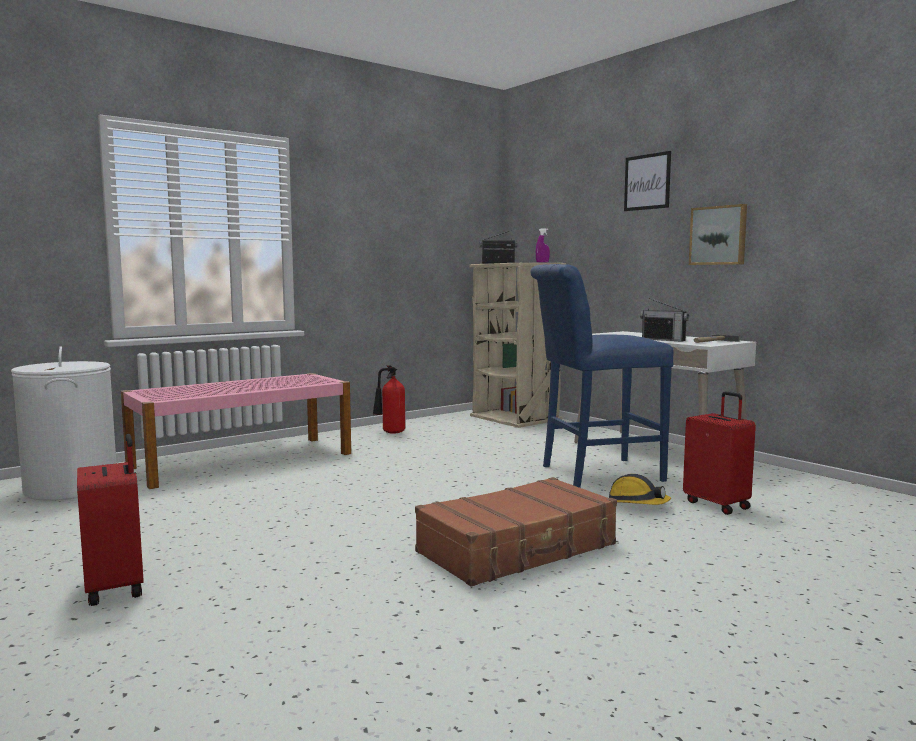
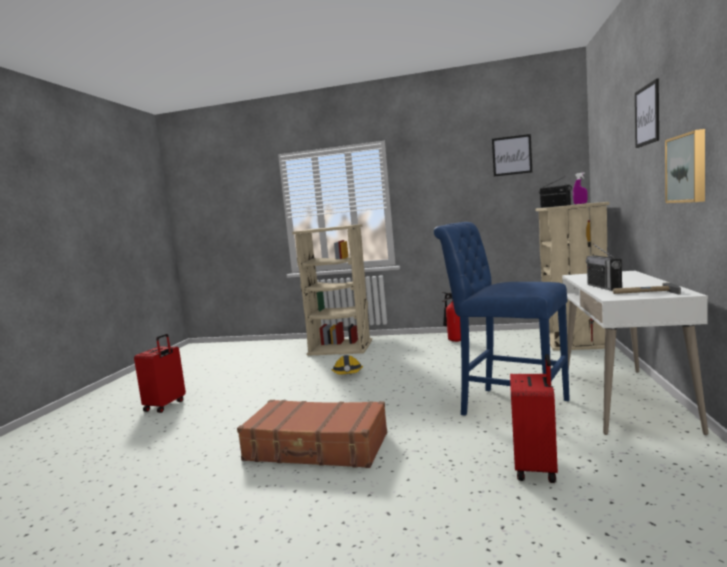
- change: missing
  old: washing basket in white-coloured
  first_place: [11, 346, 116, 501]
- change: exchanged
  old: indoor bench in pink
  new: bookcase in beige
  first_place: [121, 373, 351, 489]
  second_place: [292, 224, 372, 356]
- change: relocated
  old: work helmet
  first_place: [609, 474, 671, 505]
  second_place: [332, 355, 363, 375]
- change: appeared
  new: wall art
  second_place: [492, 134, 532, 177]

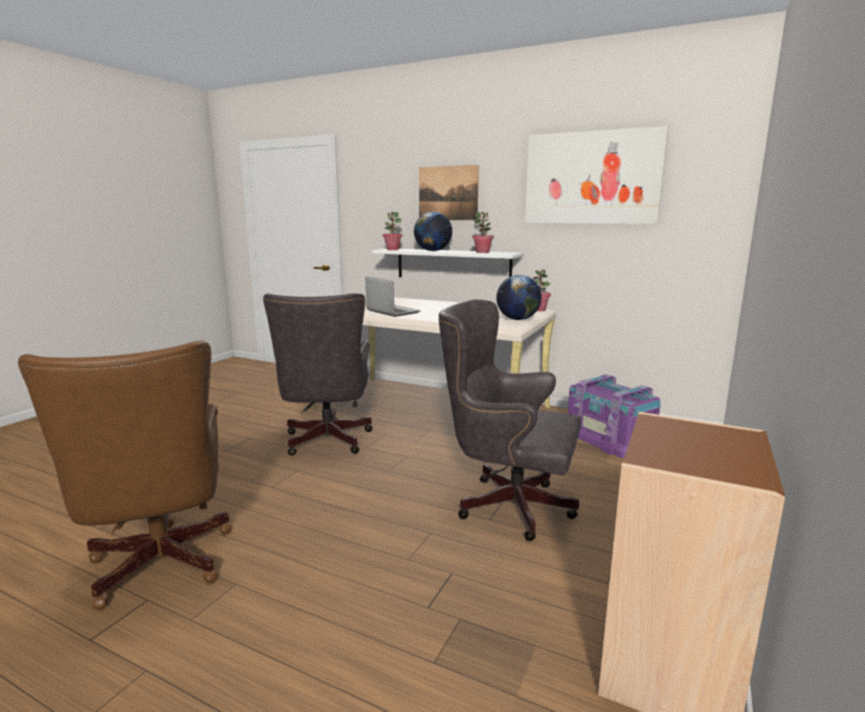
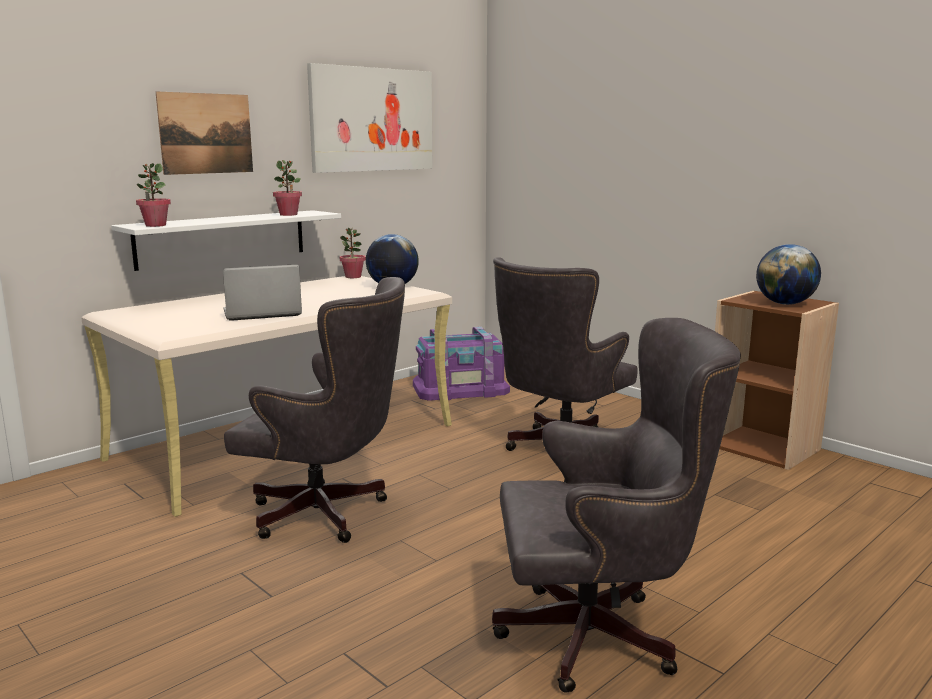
- change: relocated
  old: desk globe
  first_place: [414, 212, 452, 251]
  second_place: [756, 244, 821, 305]
- change: colour
  old: computer chair in brown
  new: computer chair in greyish
  first_place: [18, 341, 231, 610]
  second_place: [492, 318, 741, 693]

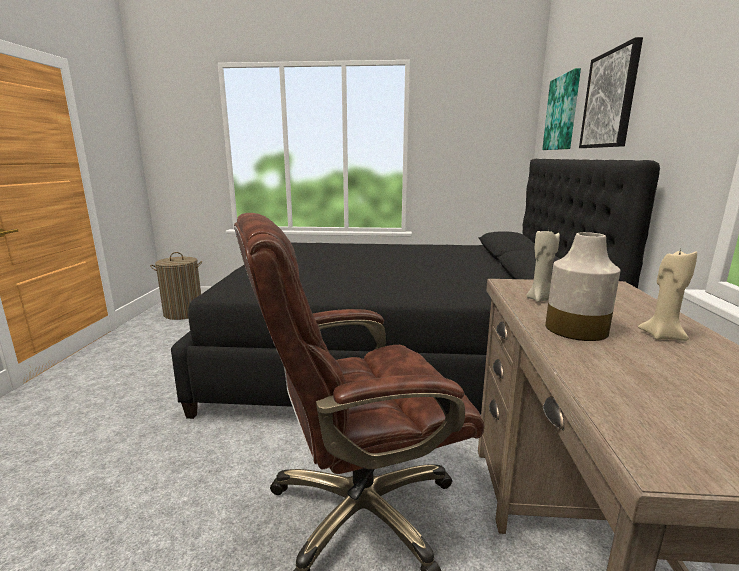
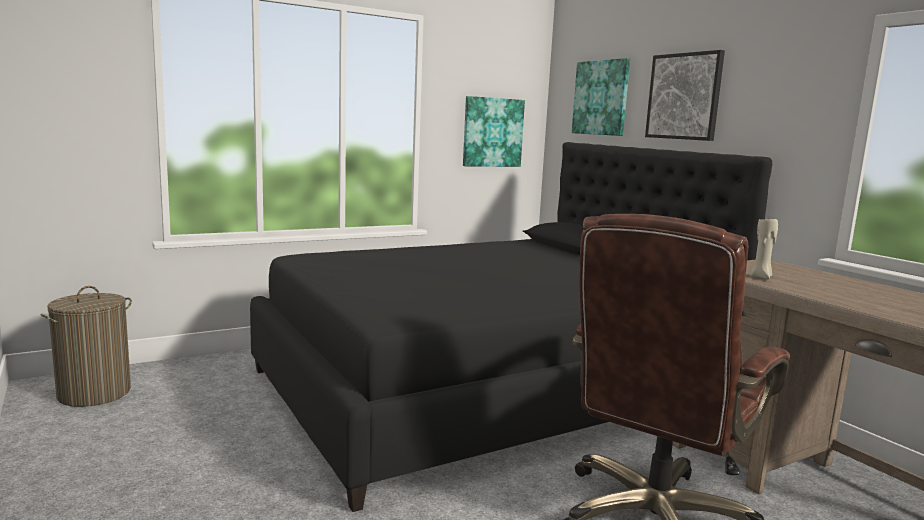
- change: missing
  old: flower vase in beige
  first_place: [545, 232, 620, 341]
- change: missing
  old: candle in beige
  first_place: [638, 249, 697, 341]
- change: appeared
  new: wall art
  second_place: [463, 96, 525, 167]

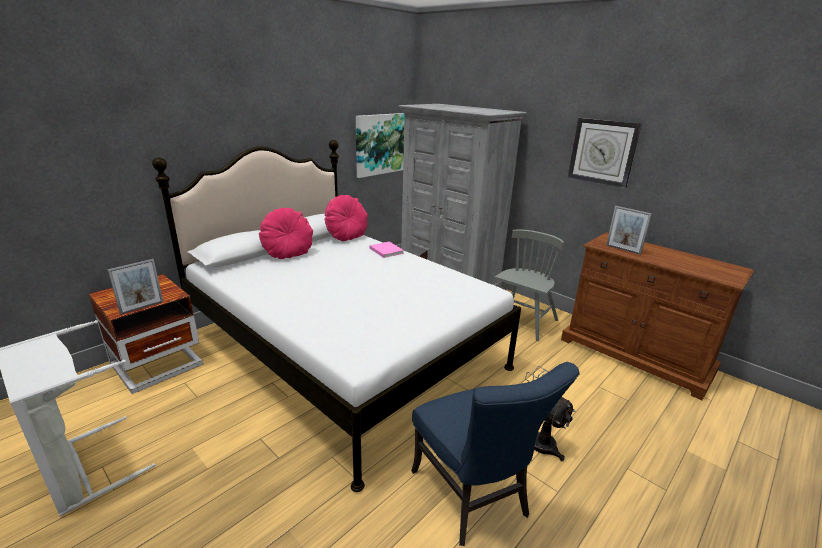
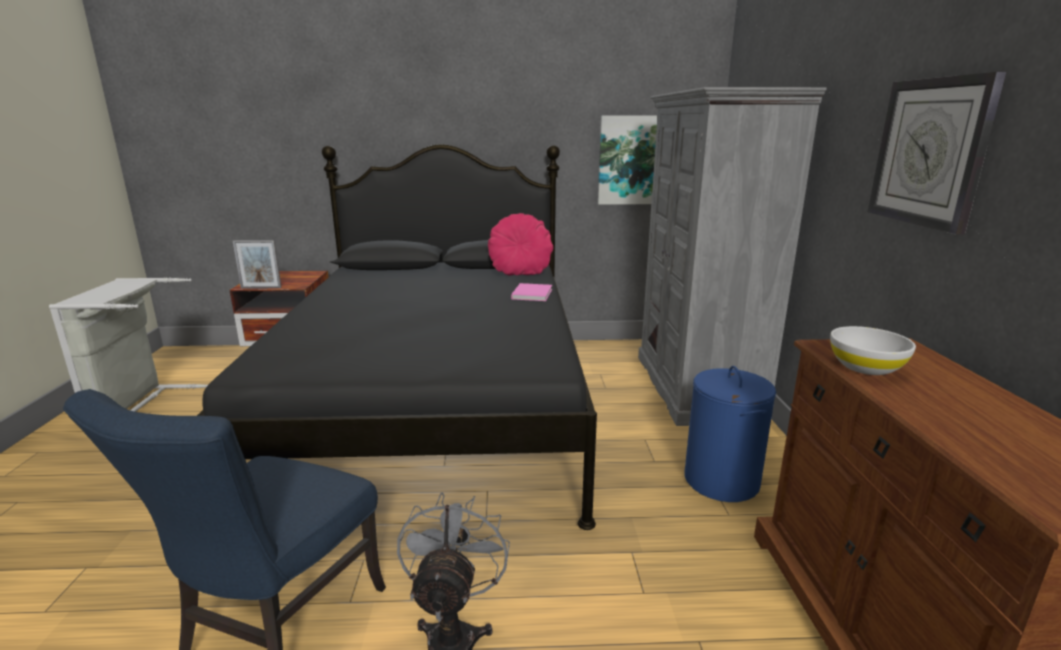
- change: colour
  old: bedroom bed in white-coloured
  new: bedroom bed in black
  first_place: [152, 140, 521, 492]
  second_place: [197, 144, 597, 530]
- change: exchanged
  old: picture frame
  new: bowl in white-coloured
  first_place: [606, 206, 652, 255]
  second_place: [830, 326, 916, 375]
- change: missing
  old: cushion in pink
  first_place: [259, 208, 313, 259]
- change: exchanged
  old: upright chair in greyish
  new: washing basket in blue
  first_place: [495, 230, 564, 341]
  second_place: [685, 366, 776, 502]

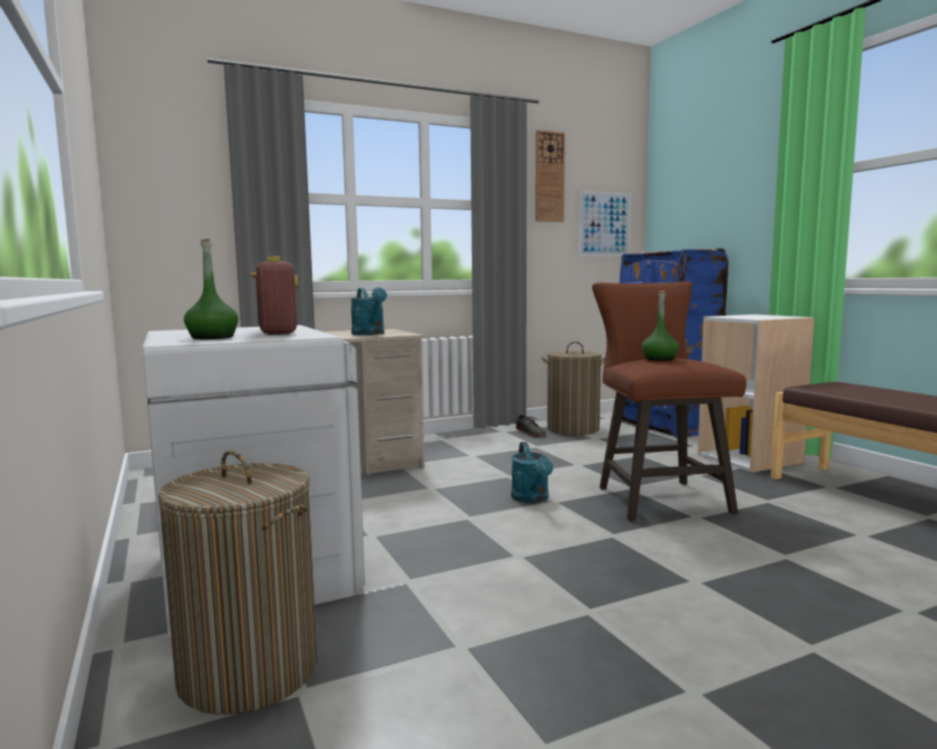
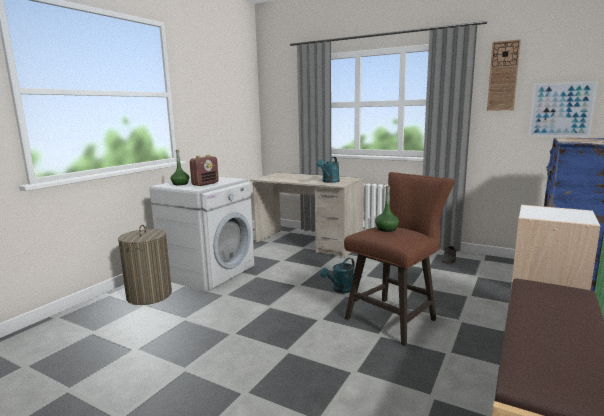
- change: missing
  old: washing basket
  first_place: [541, 341, 605, 435]

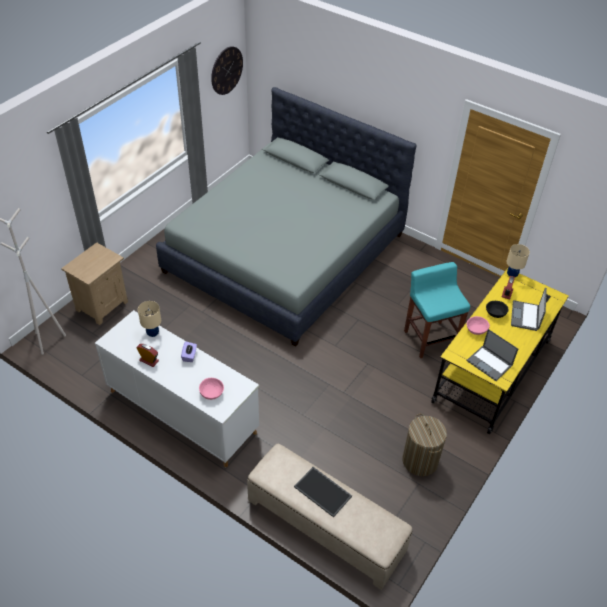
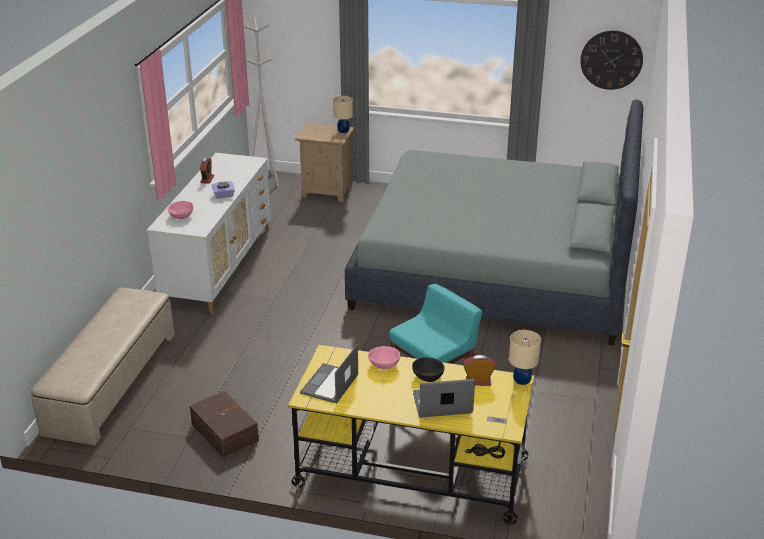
- change: relocated
  old: tabletop lamp in beige
  first_place: [138, 301, 161, 337]
  second_place: [333, 96, 353, 133]
- change: exchanged
  old: washing basket
  new: storage bin in brown
  first_place: [403, 414, 447, 476]
  second_place: [190, 391, 259, 458]
- change: missing
  old: tray
  first_place: [294, 467, 352, 518]

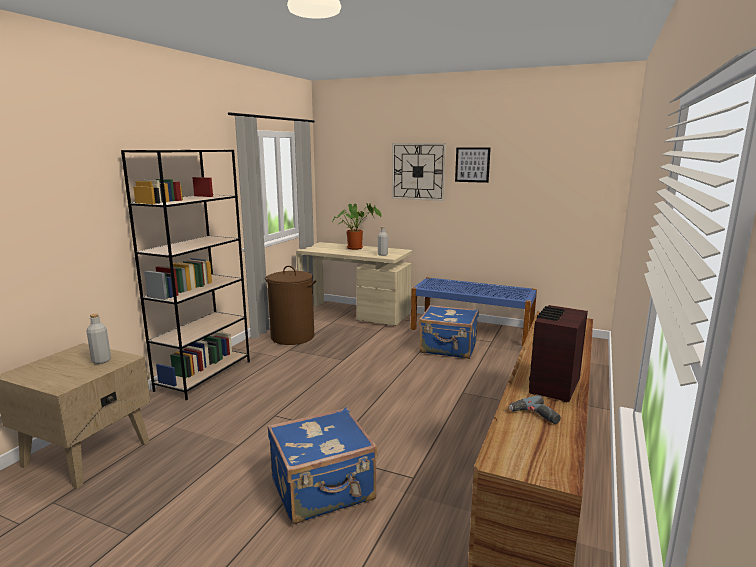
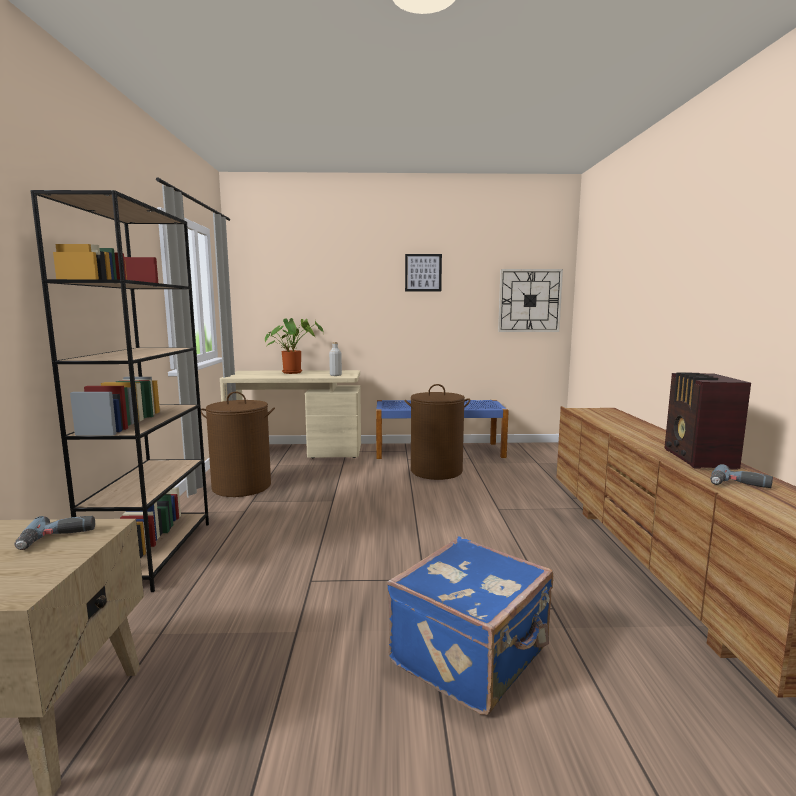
- change: relocated
  old: wall clock
  first_place: [392, 143, 446, 201]
  second_place: [498, 269, 563, 332]
- change: exchanged
  old: piece of luggage in blue
  new: washing basket in brown
  first_place: [419, 305, 479, 359]
  second_place: [404, 384, 470, 480]
- change: exchanged
  old: beverage bottle in greyish
  new: electric drill
  first_place: [87, 314, 111, 364]
  second_place: [15, 516, 95, 550]

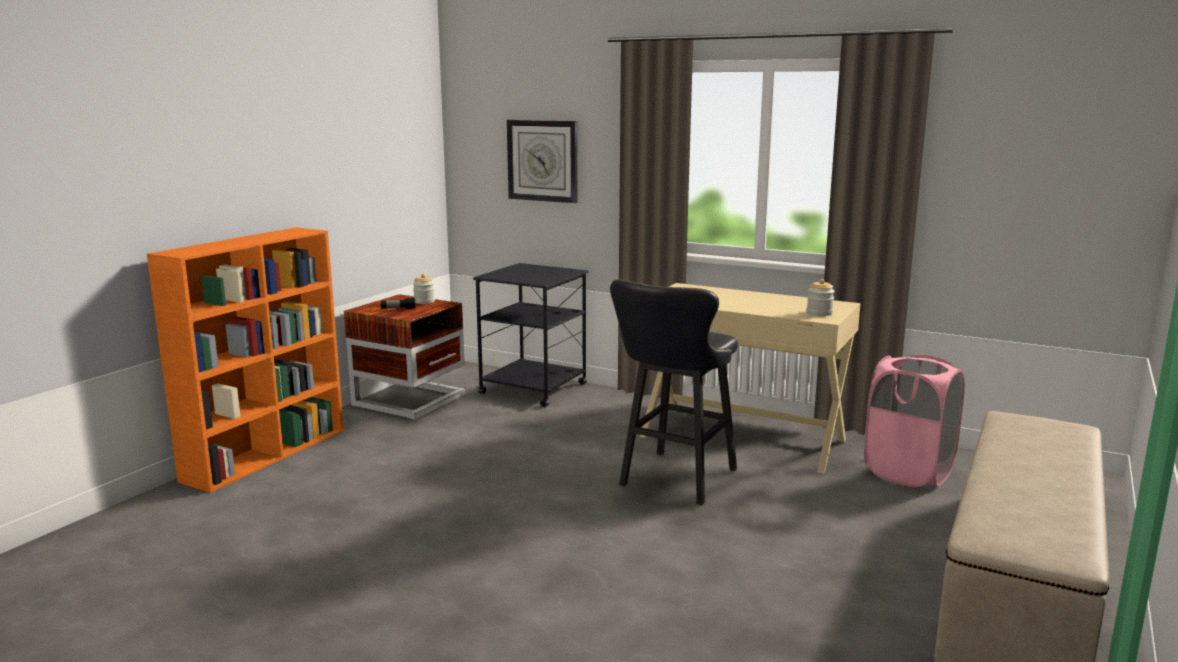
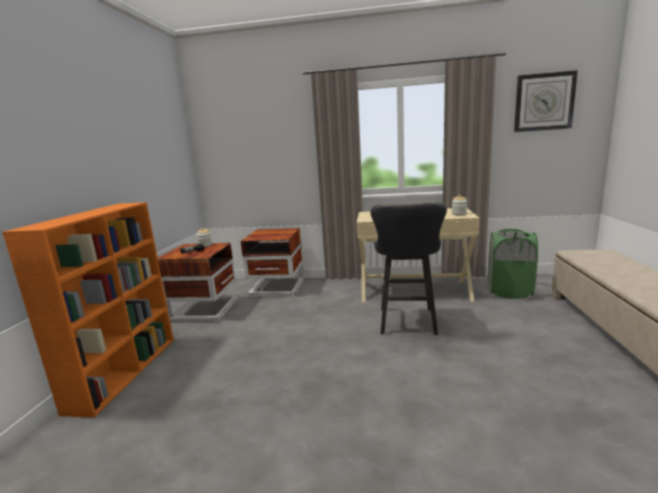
- change: relocated
  old: wall clock
  first_place: [507, 120, 578, 203]
  second_place: [514, 70, 578, 132]
- change: exchanged
  old: trolley in black
  new: bedside table
  first_place: [473, 263, 588, 407]
  second_place: [241, 228, 304, 297]
- change: colour
  old: washing basket in pink
  new: washing basket in greenish
  first_place: [864, 354, 965, 487]
  second_place: [488, 229, 538, 299]

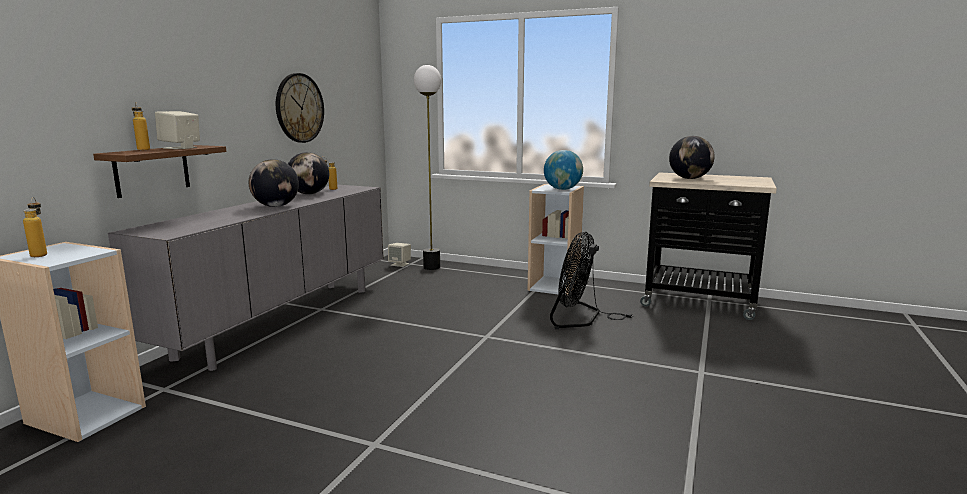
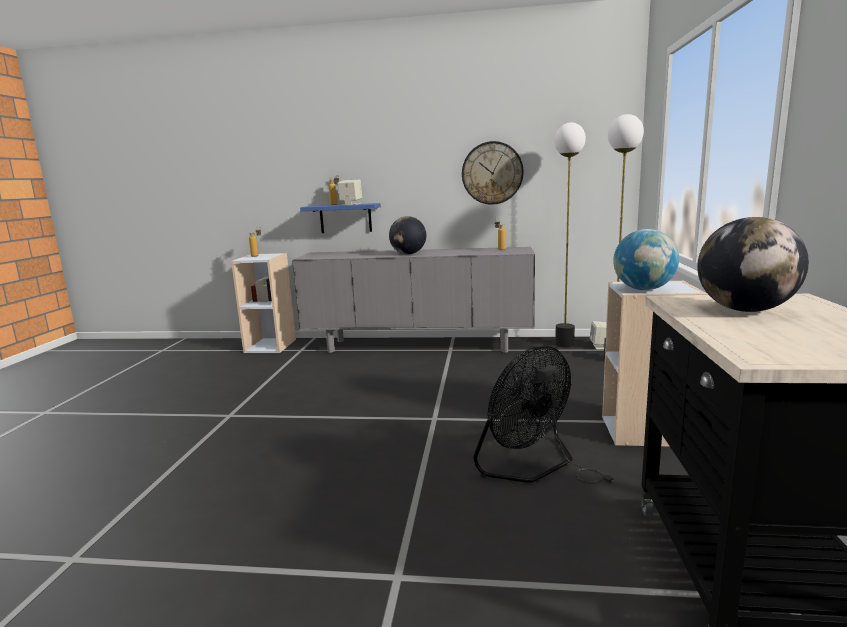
- change: colour
  old: shelf in brown
  new: shelf in blue
  first_place: [93, 145, 226, 198]
  second_place: [300, 203, 381, 233]
- change: missing
  old: desk globe
  first_place: [288, 152, 329, 194]
- change: spun
  old: fan in black
  first_place: [550, 232, 633, 329]
  second_place: [473, 346, 614, 483]
  degrees: -45
- change: appeared
  new: standing lamp
  second_place: [554, 122, 586, 347]

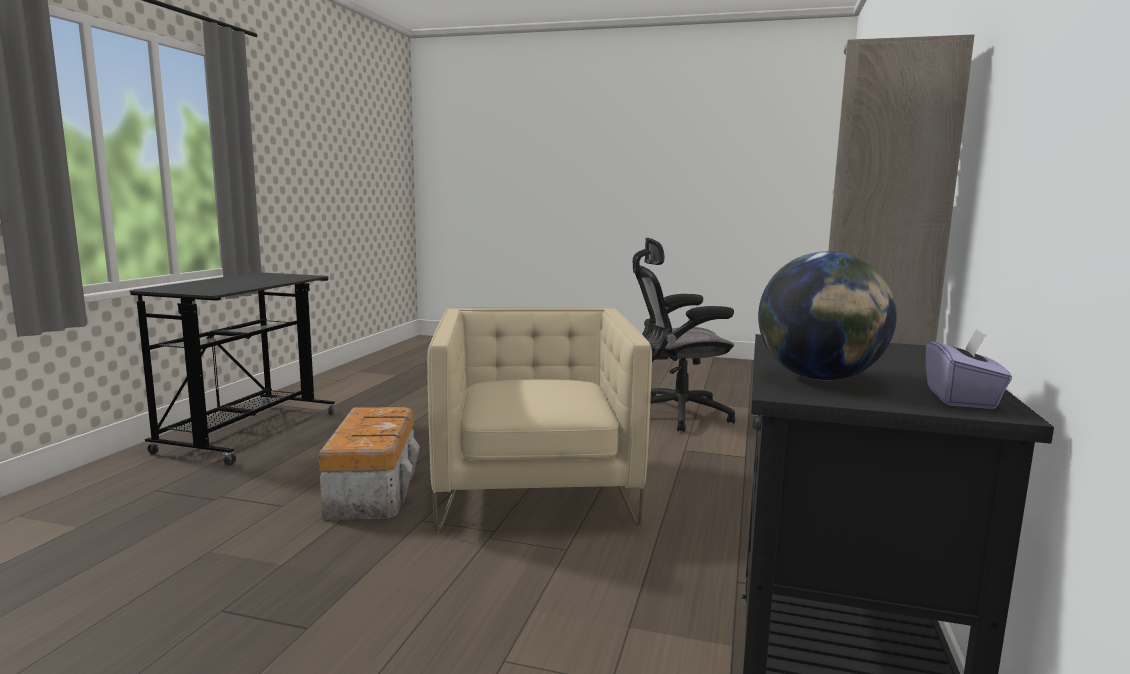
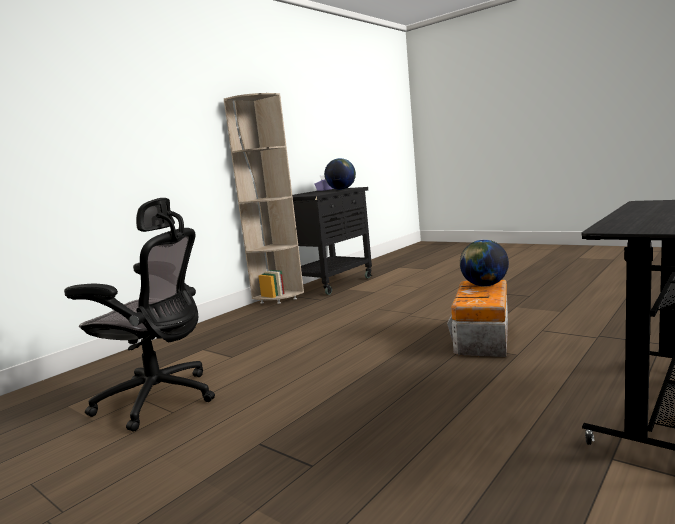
- change: missing
  old: armchair in beige
  first_place: [427, 307, 652, 533]
- change: appeared
  new: desk globe
  second_place: [460, 240, 509, 286]

